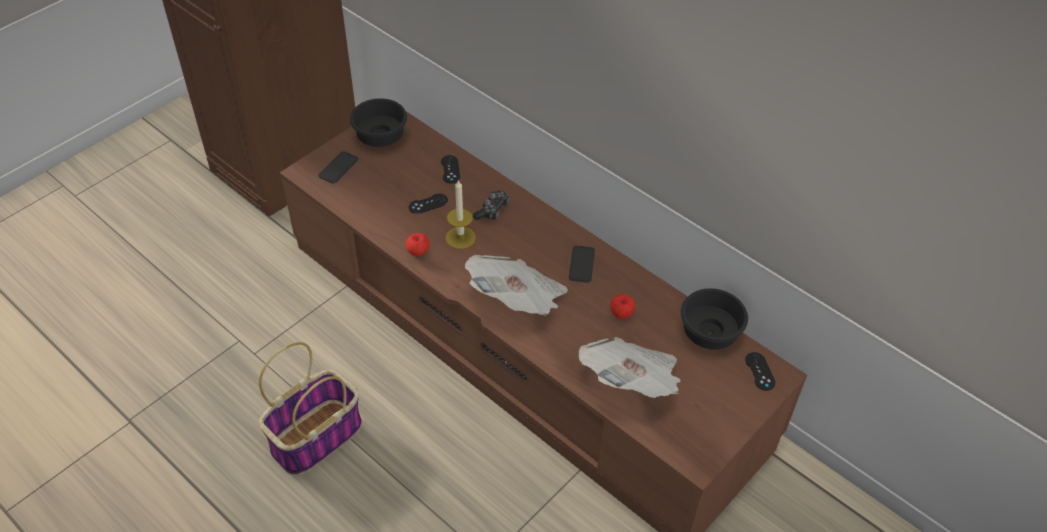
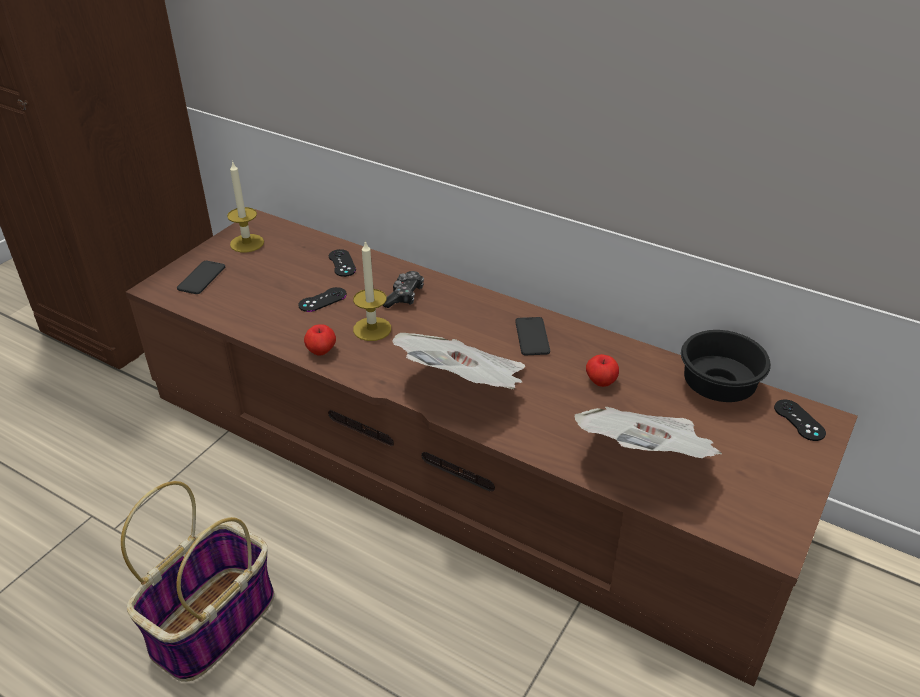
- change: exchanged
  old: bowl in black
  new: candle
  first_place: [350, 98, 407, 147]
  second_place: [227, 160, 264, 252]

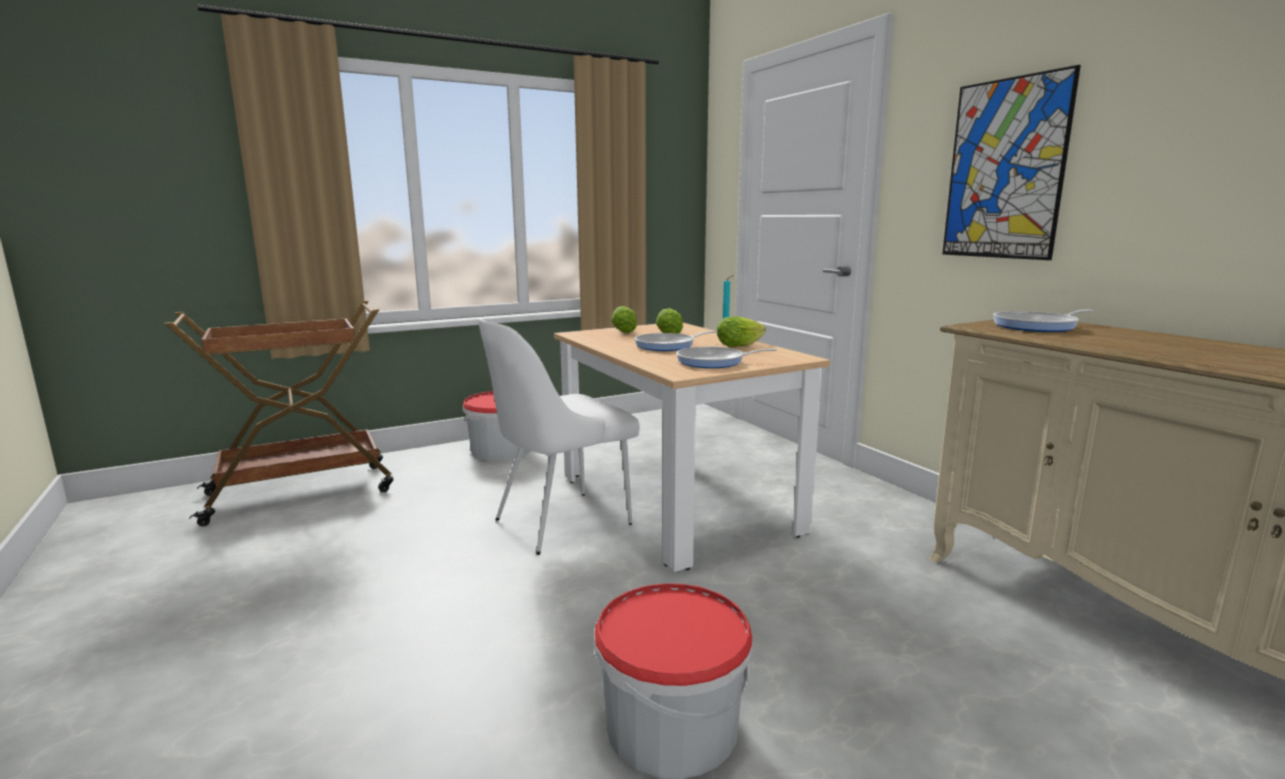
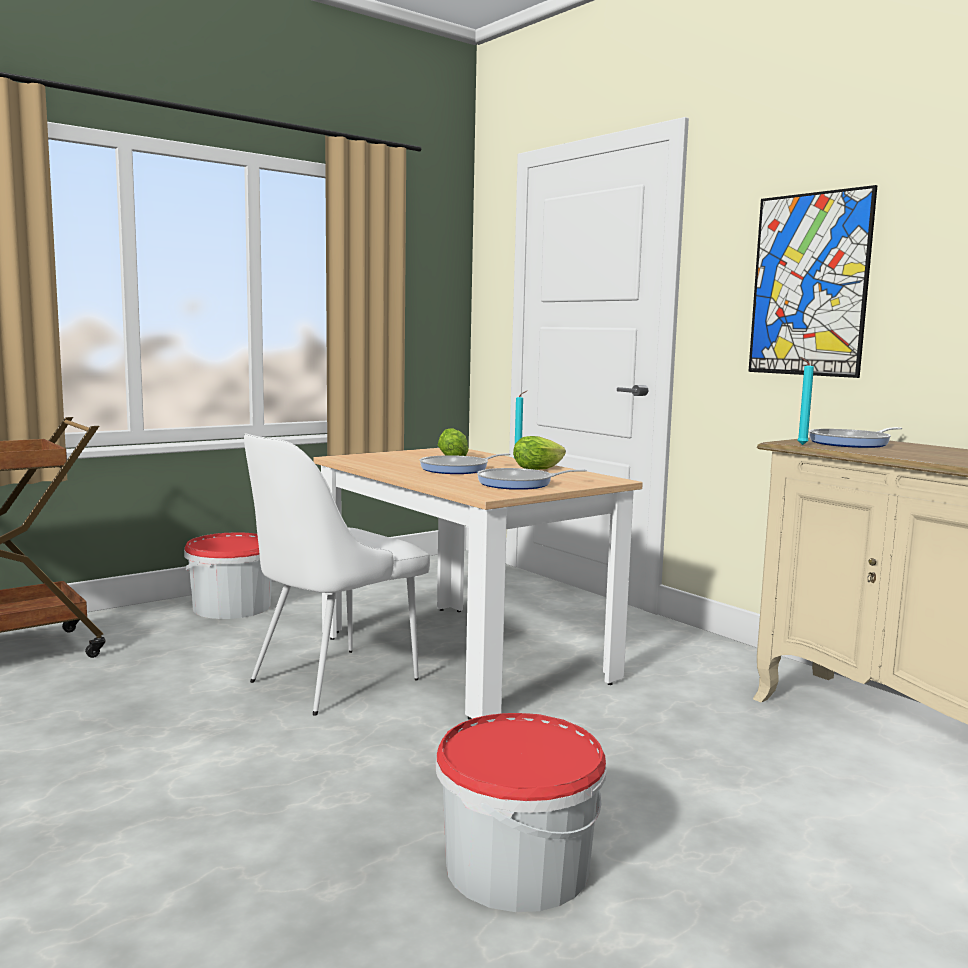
- change: missing
  old: lettuce head
  first_place: [611, 306, 637, 333]
- change: appeared
  new: candle in turquoise
  second_place: [797, 357, 814, 445]

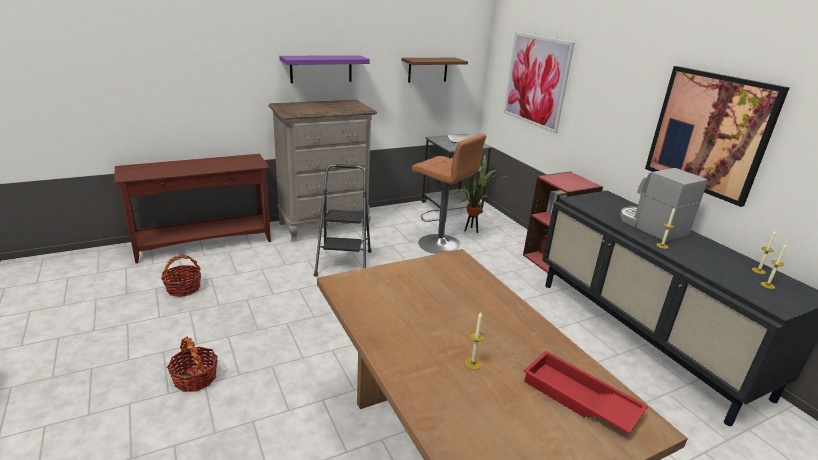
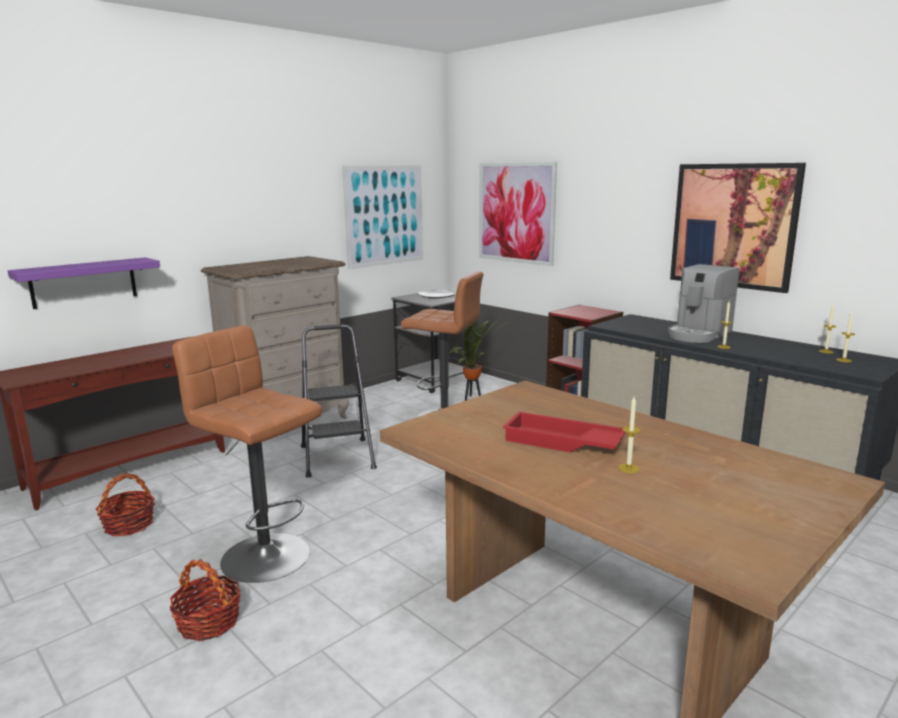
- change: relocated
  old: shelf in purplish
  first_place: [279, 55, 370, 83]
  second_place: [8, 257, 160, 309]
- change: exchanged
  old: shelf in brown
  new: wall art
  first_place: [401, 58, 468, 83]
  second_place: [342, 165, 423, 269]
- change: spun
  old: coffee machine
  first_place: [620, 168, 708, 242]
  second_place: [668, 264, 739, 343]
  degrees: -90
- change: relocated
  old: tray in red-coloured
  first_place: [524, 351, 648, 434]
  second_place: [503, 412, 625, 453]
- change: appeared
  new: stool in brown
  second_place: [172, 325, 322, 583]

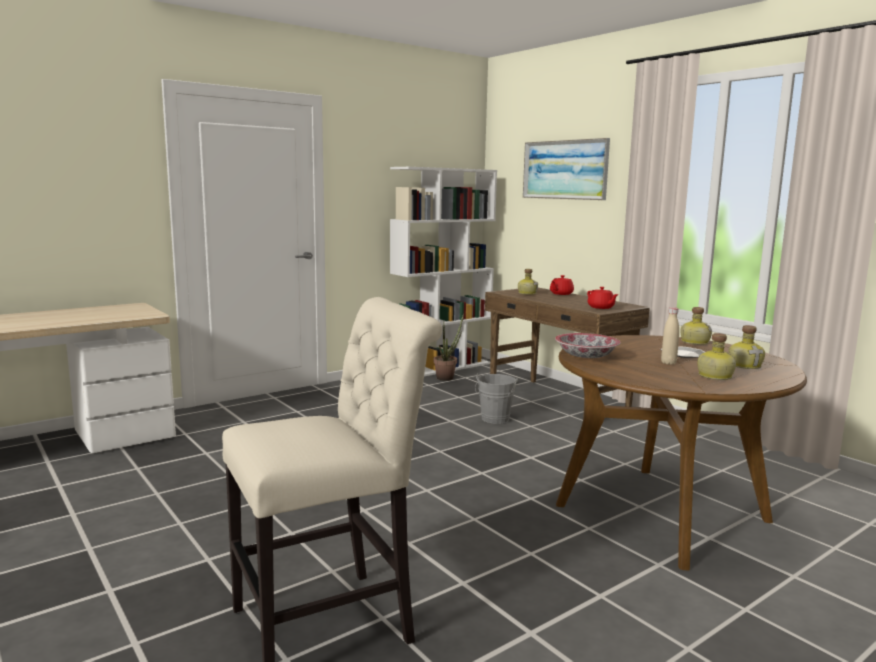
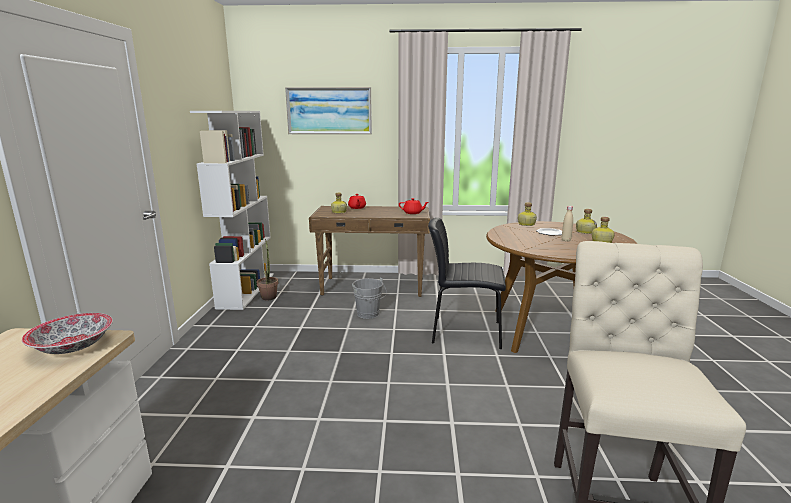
- change: relocated
  old: bowl
  first_place: [555, 333, 620, 358]
  second_place: [22, 313, 113, 354]
- change: appeared
  new: upright chair in black
  second_place: [428, 218, 506, 349]

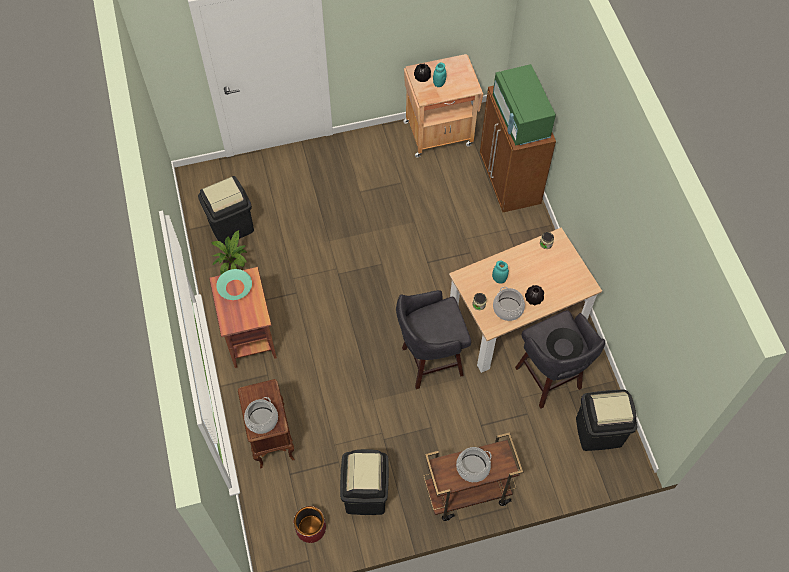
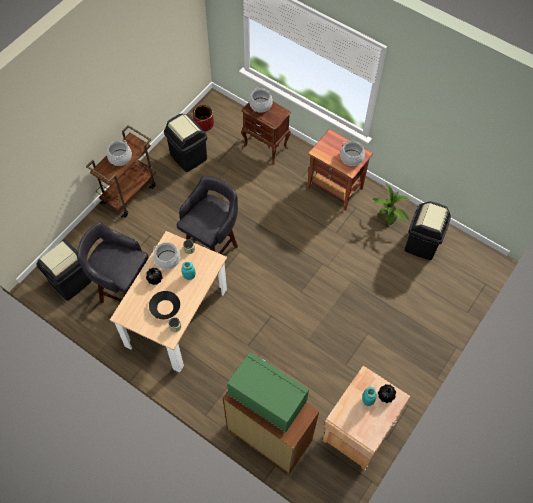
- change: exchanged
  old: bowl in turquoise
  new: cooking pot
  first_place: [216, 269, 252, 300]
  second_place: [340, 141, 365, 166]
- change: relocated
  old: bowl in black
  first_place: [546, 328, 583, 360]
  second_place: [149, 291, 180, 319]

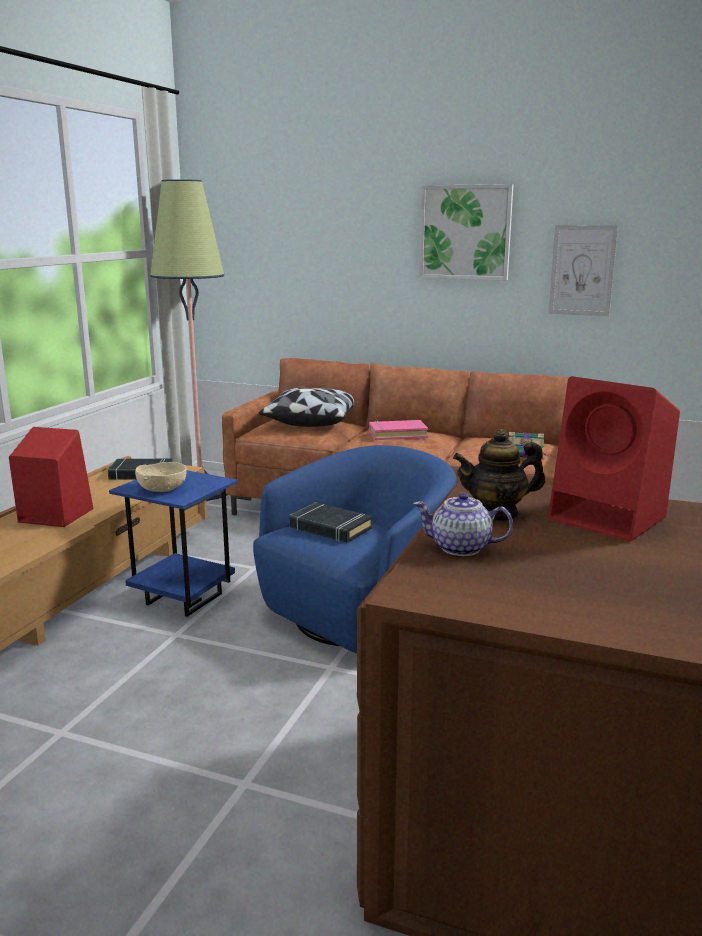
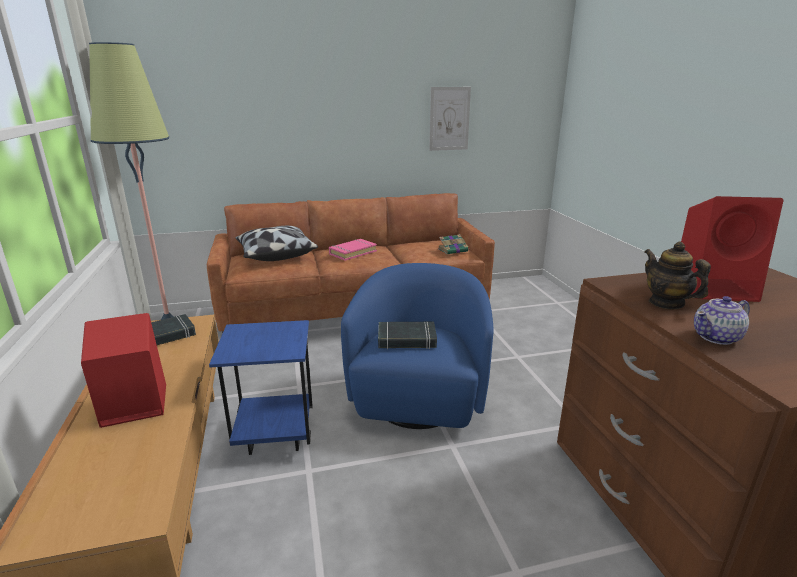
- change: missing
  old: wall art
  first_place: [419, 184, 514, 280]
- change: spun
  old: pot for tea
  first_place: [453, 429, 545, 522]
  second_place: [644, 242, 711, 309]
  degrees: 105
- change: missing
  old: bowl in beige
  first_place: [135, 462, 187, 492]

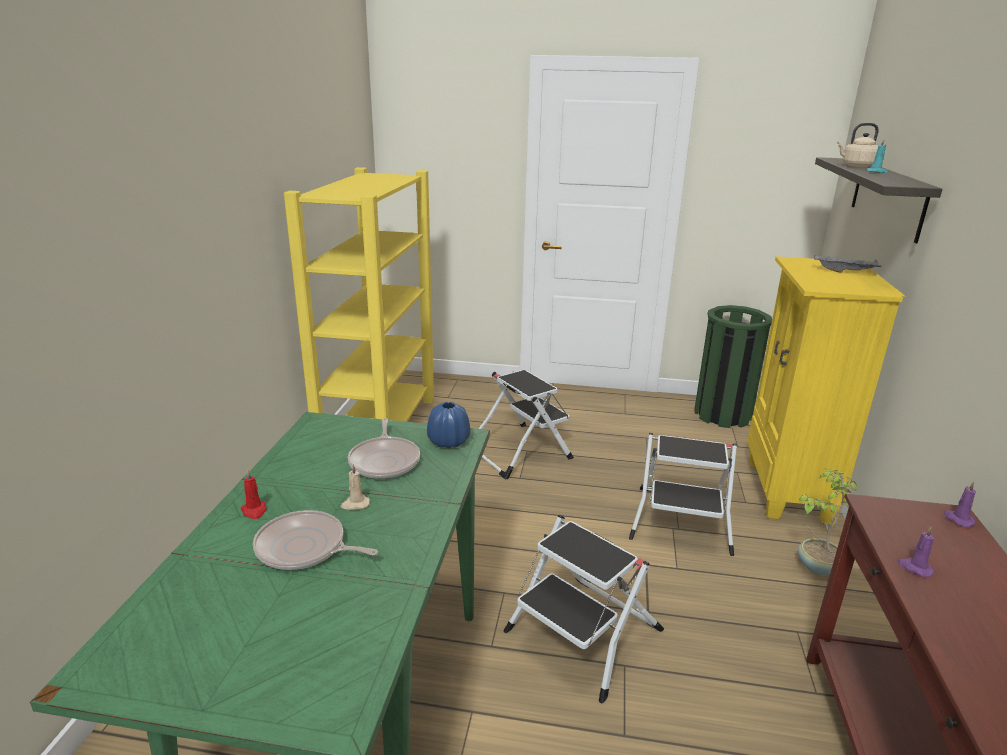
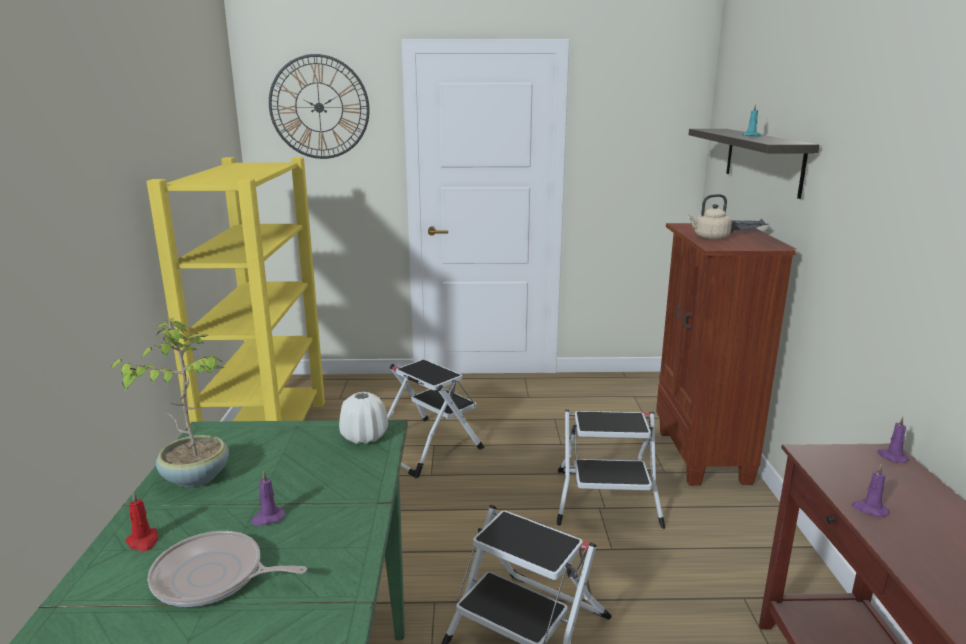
- change: relocated
  old: tea kettle in beige
  first_place: [837, 123, 879, 167]
  second_place: [687, 194, 732, 239]
- change: colour
  old: storage cabinet in yellow
  new: storage cabinet in brown
  first_place: [747, 256, 905, 525]
  second_place: [656, 223, 798, 486]
- change: missing
  old: waste bin in greenish
  first_place: [694, 305, 772, 428]
- change: colour
  old: flower vase in blue
  new: flower vase in white-coloured
  first_place: [427, 402, 470, 448]
  second_place: [339, 392, 388, 444]
- change: missing
  old: frying pan
  first_place: [348, 418, 420, 479]
- change: colour
  old: candle in beige
  new: candle in purplish
  first_place: [341, 464, 370, 510]
  second_place: [250, 470, 285, 525]
- change: relocated
  old: houseplant
  first_place: [798, 469, 857, 576]
  second_place: [110, 318, 229, 487]
- change: appeared
  new: wall clock
  second_place: [269, 54, 369, 159]

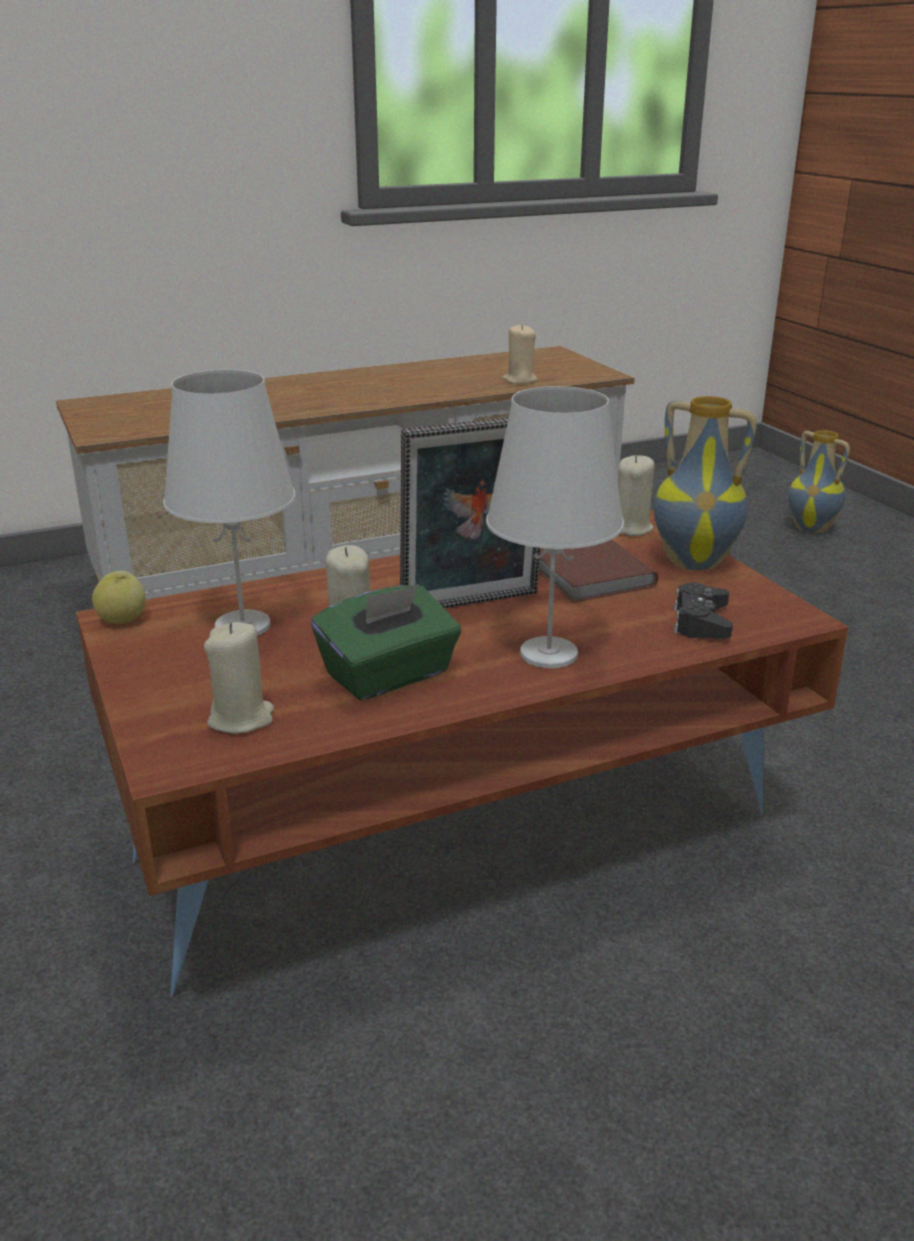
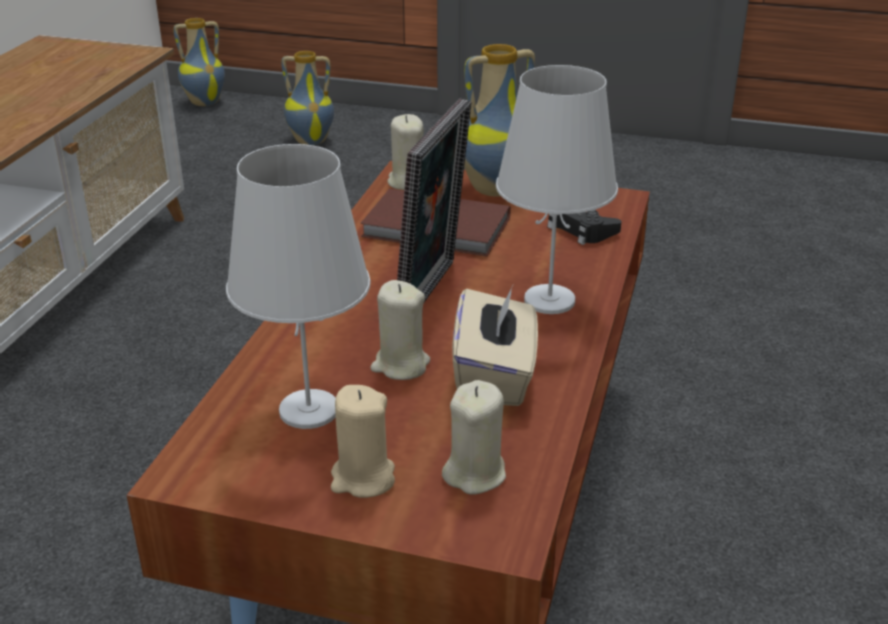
- change: relocated
  old: candle in beige
  first_place: [502, 324, 538, 384]
  second_place: [331, 385, 395, 498]
- change: missing
  old: whole apple
  first_place: [92, 571, 146, 624]
- change: colour
  old: box of tissues in greenish
  new: box of tissues in beige
  first_place: [311, 584, 461, 700]
  second_place: [452, 283, 538, 406]
- change: appeared
  new: flower vase
  second_place: [173, 18, 225, 106]

